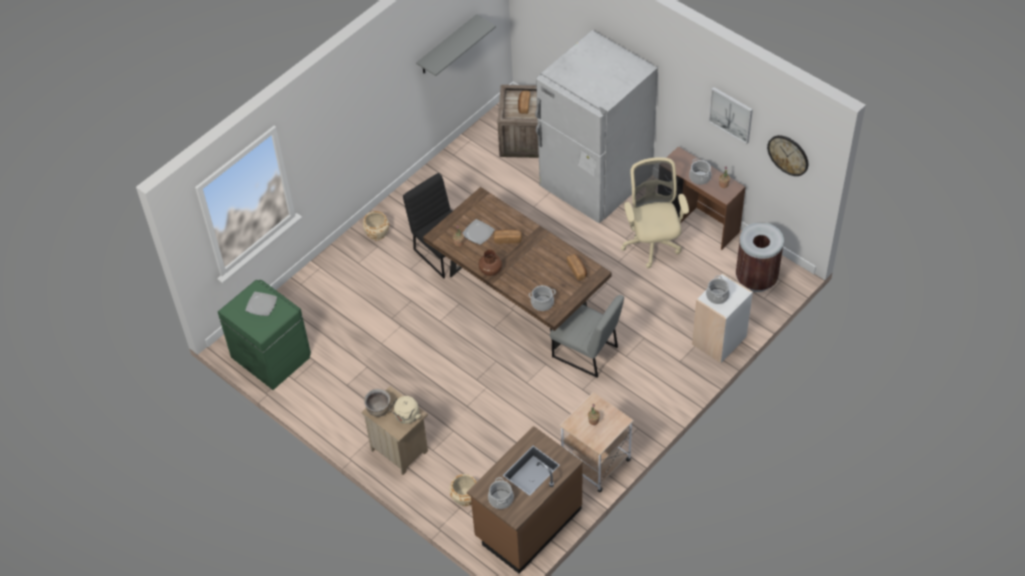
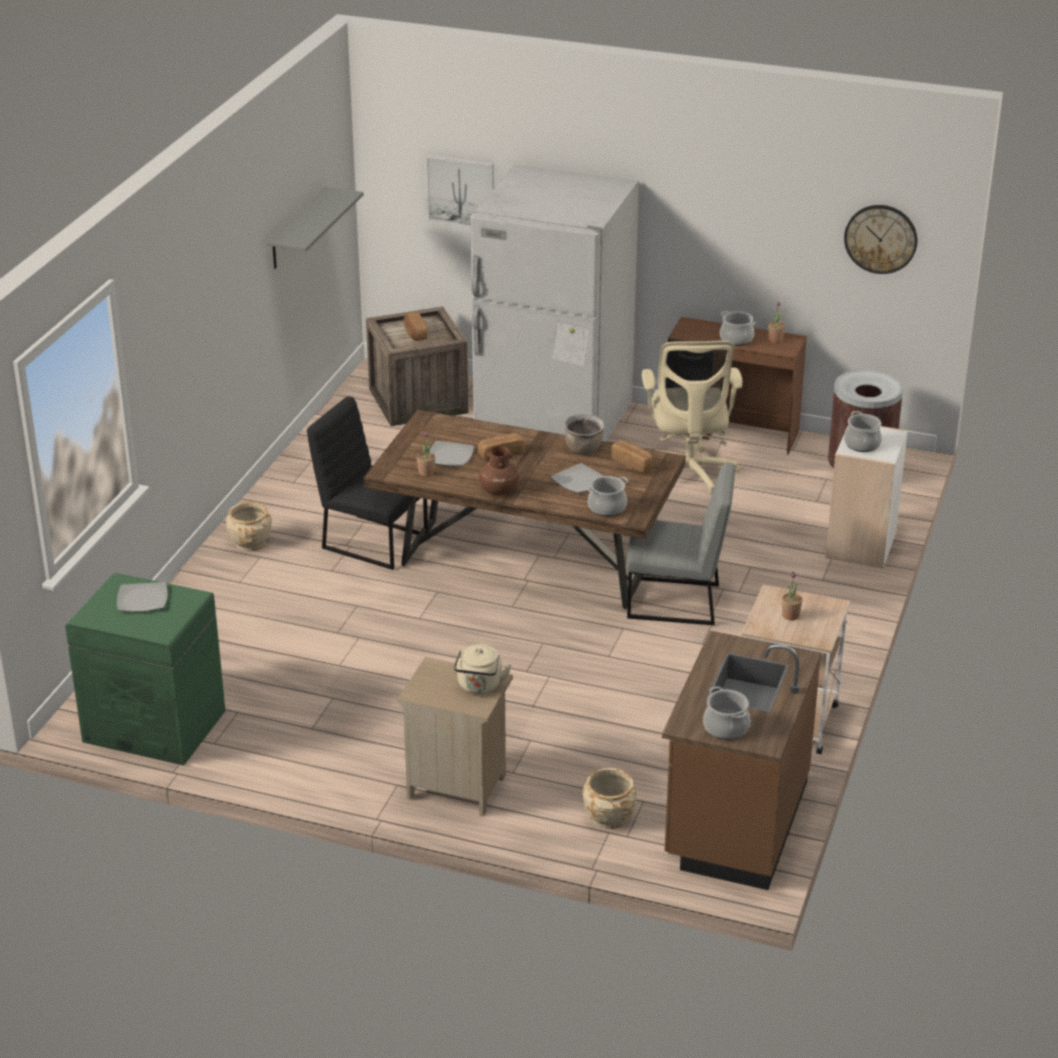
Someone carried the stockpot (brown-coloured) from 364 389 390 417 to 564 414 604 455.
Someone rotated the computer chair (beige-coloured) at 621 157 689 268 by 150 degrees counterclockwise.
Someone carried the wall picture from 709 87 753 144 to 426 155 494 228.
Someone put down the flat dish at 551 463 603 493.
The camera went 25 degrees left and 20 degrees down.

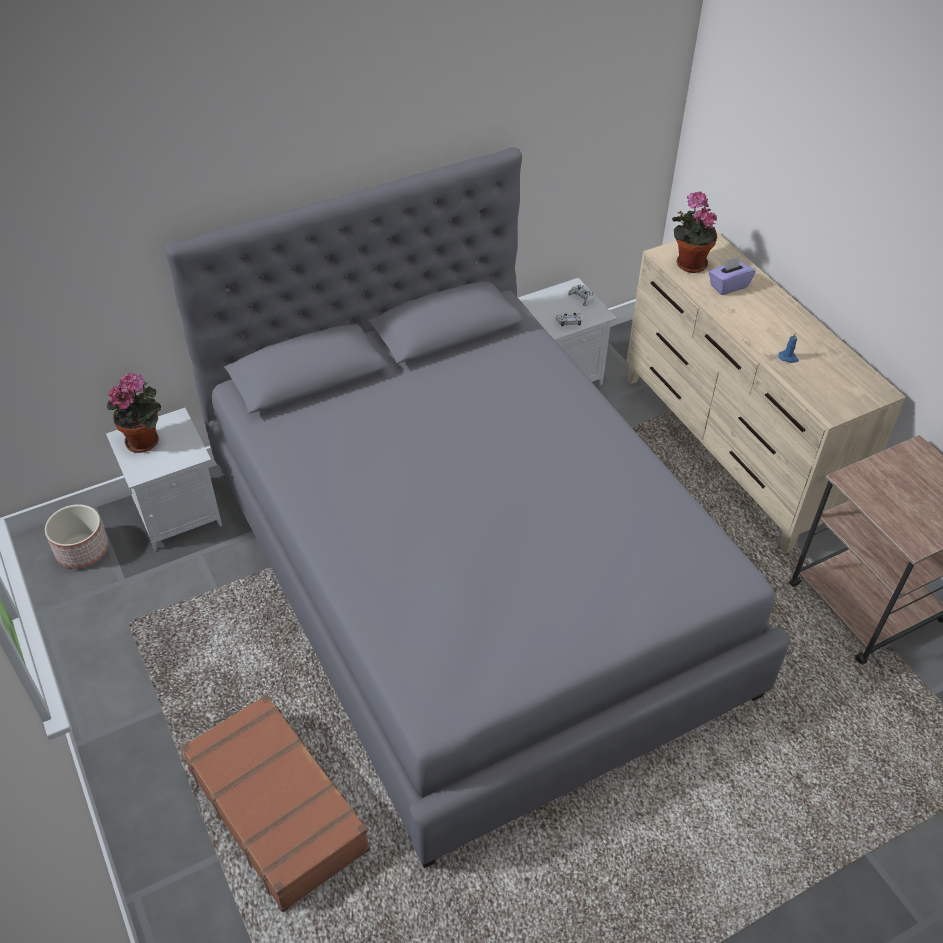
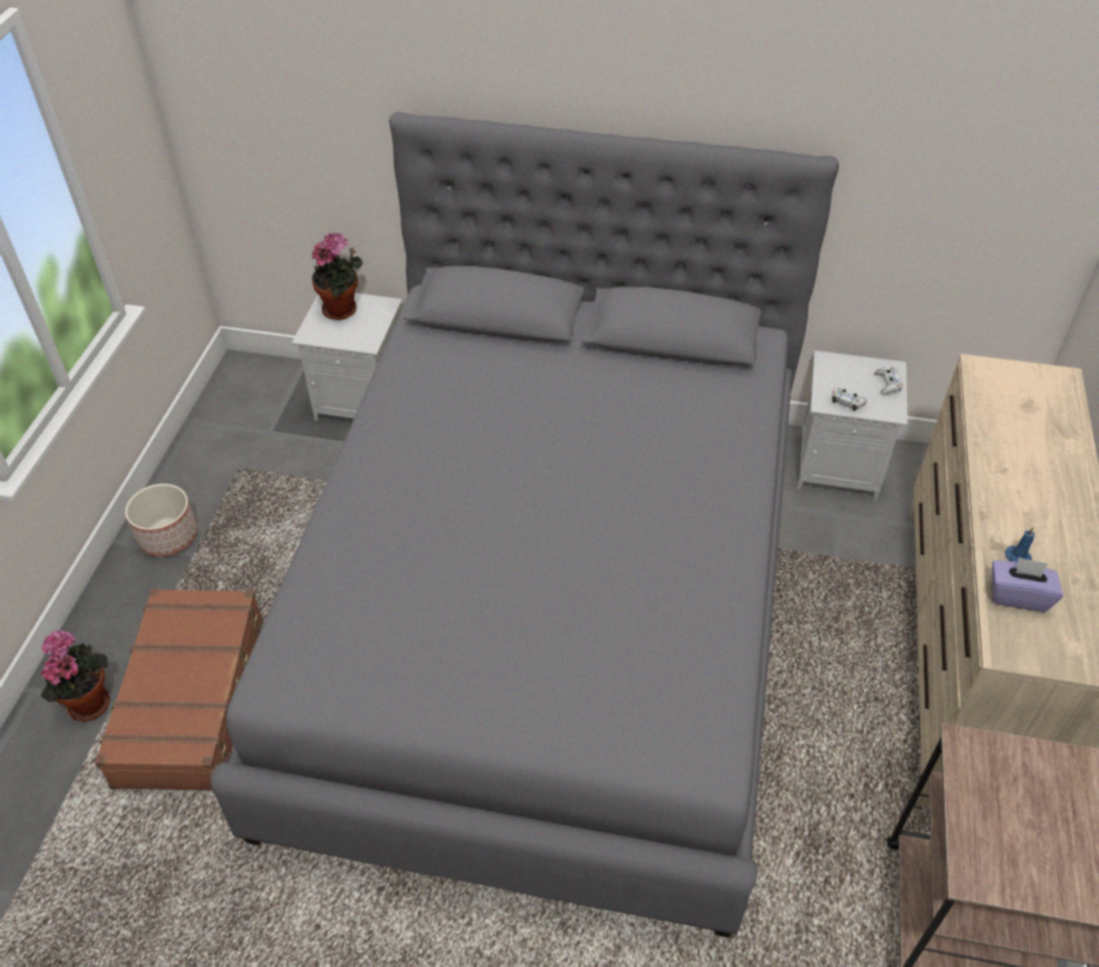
Someone carried the flower pot from 45 504 108 569 to 125 484 198 557.
Someone carried the plant in a pot from 672 192 717 273 to 41 630 110 722.
Someone carried the tissue holder (purplish) from 709 256 756 295 to 992 557 1063 612.
The camera went 40 degrees right and 0 degrees up.

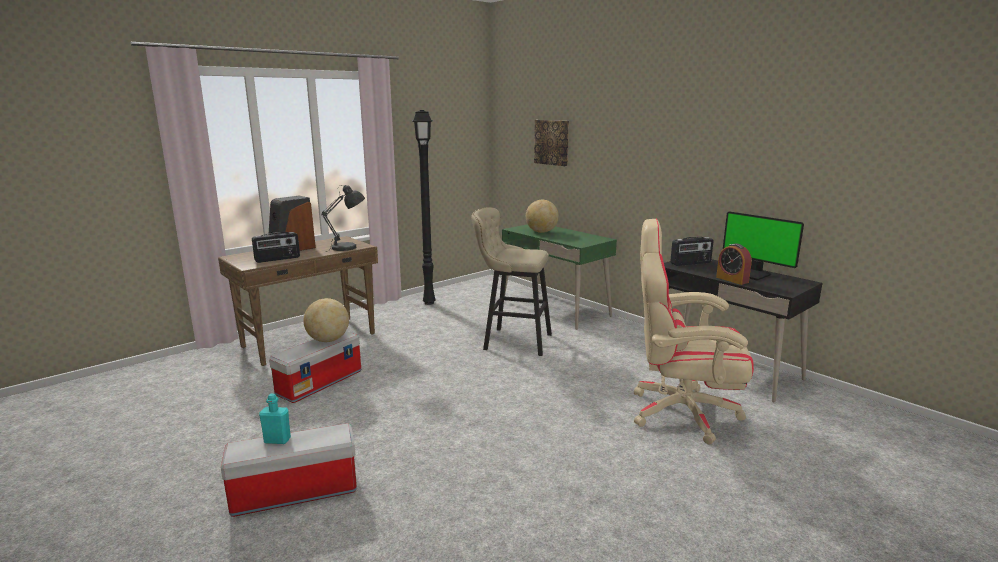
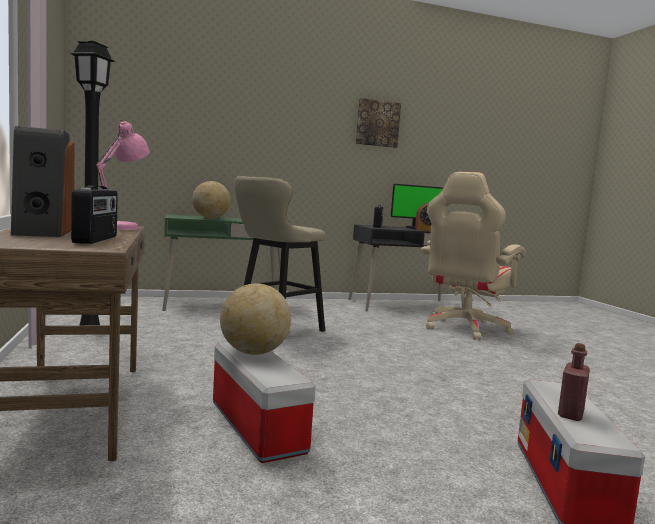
Someone repainted the bottle (turquoise) at 259 394 291 444, which became the bottle (reddish) at 558 343 590 421.
Someone repainted the lamp for a table (gray) at 321 185 365 252, which became the lamp for a table (pinkish) at 96 120 150 230.
Someone carried the wall picture from 534 120 569 166 to 356 98 401 148.
The camera went 65 degrees left and 10 degrees down.

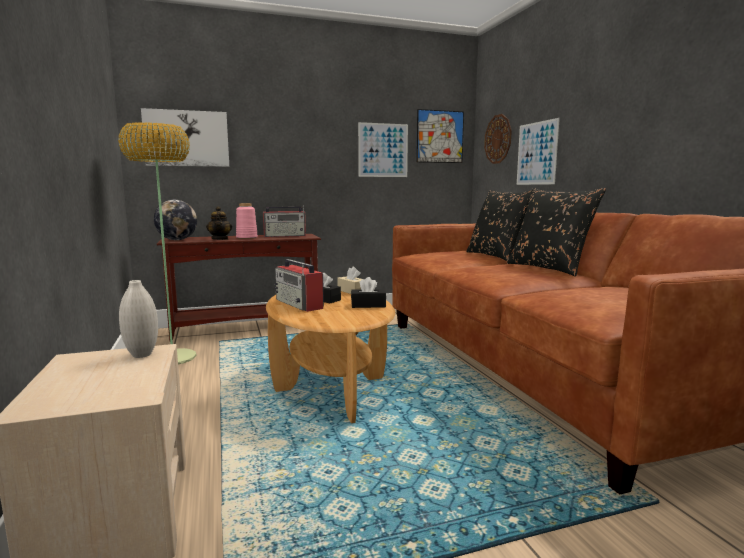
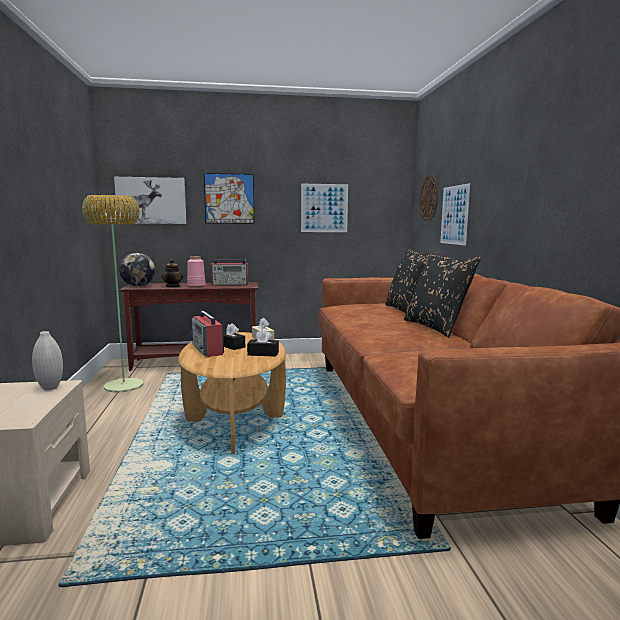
Someone carried the wall picture from 416 109 464 163 to 204 173 254 224.
The camera went 10 degrees right and 0 degrees up.

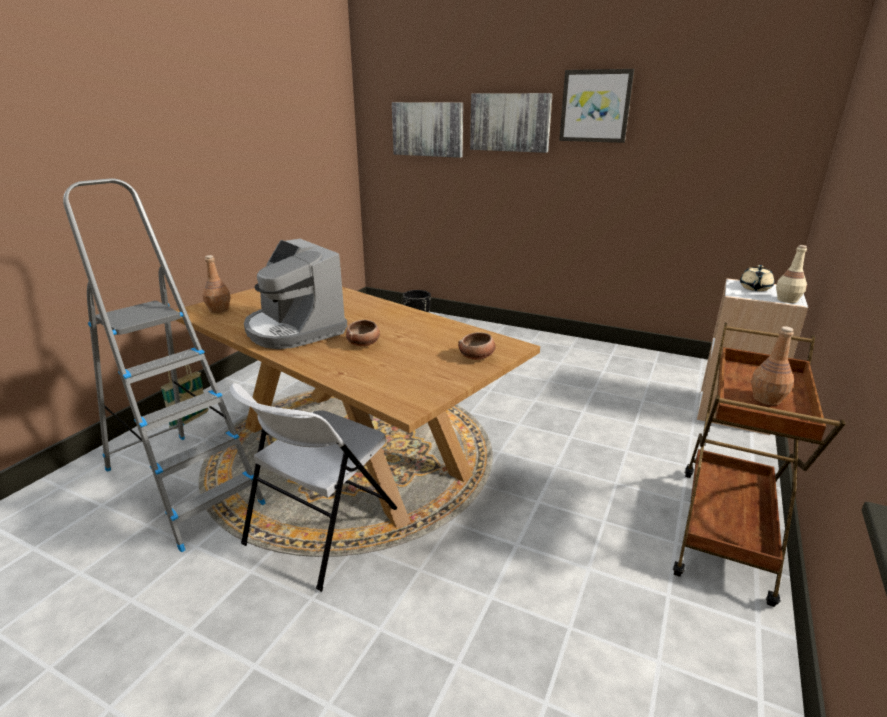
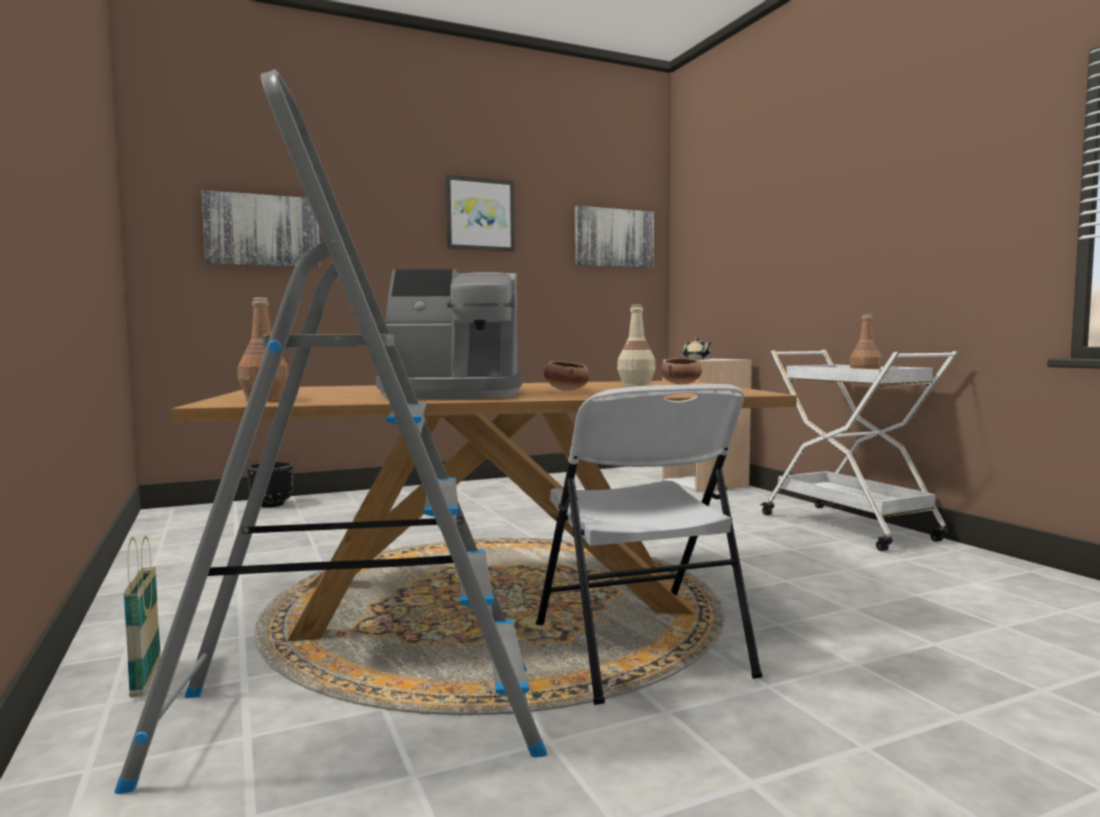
Someone carried the wall picture from 470 93 553 153 to 575 206 654 268.
Someone repainted the cart (brown-coloured) at 673 322 846 607, which became the cart (whitish) at 760 349 960 551.
Someone carried the bottle (beige-coloured) from 776 245 807 303 to 617 305 656 387.
The camera went 50 degrees left and 20 degrees down.

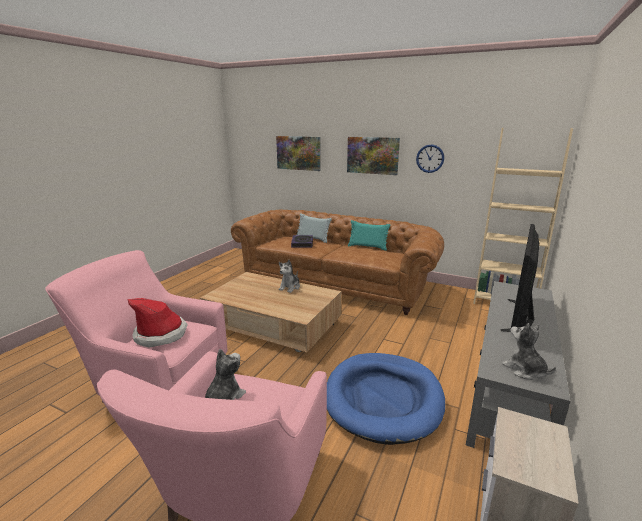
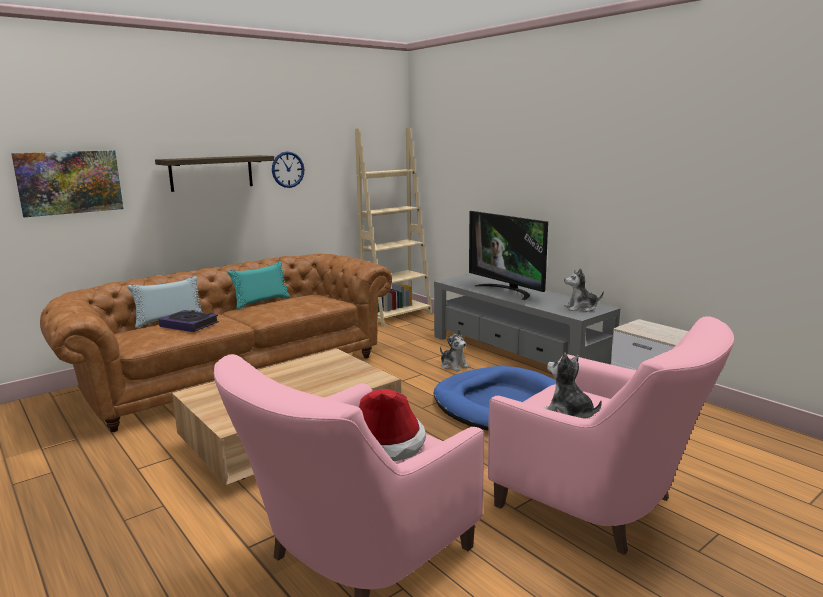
Someone carried the cuddly toy from 279 260 300 293 to 440 329 469 372.
Someone swapped the wall picture at 347 137 400 175 for the wall shelf at 155 155 274 192.
The camera went 65 degrees left and 5 degrees down.

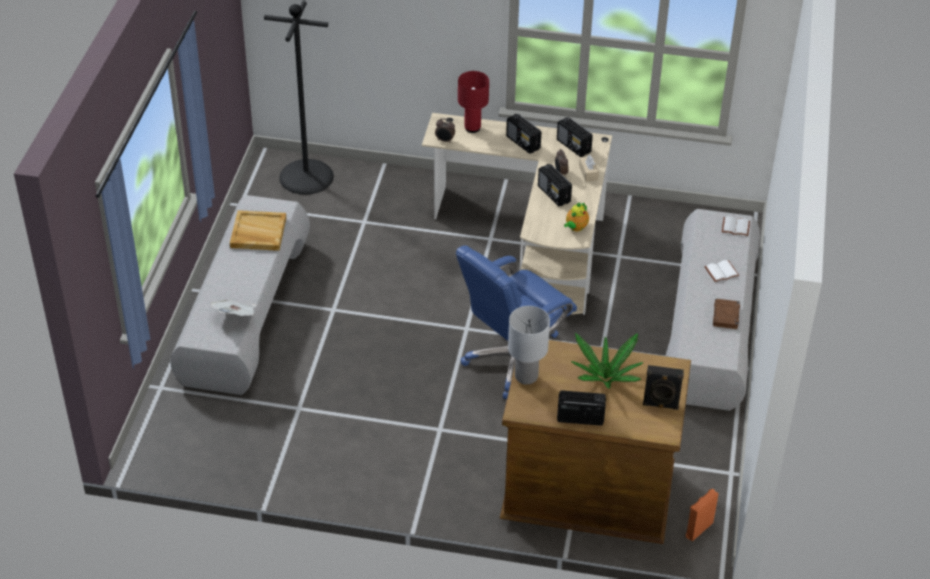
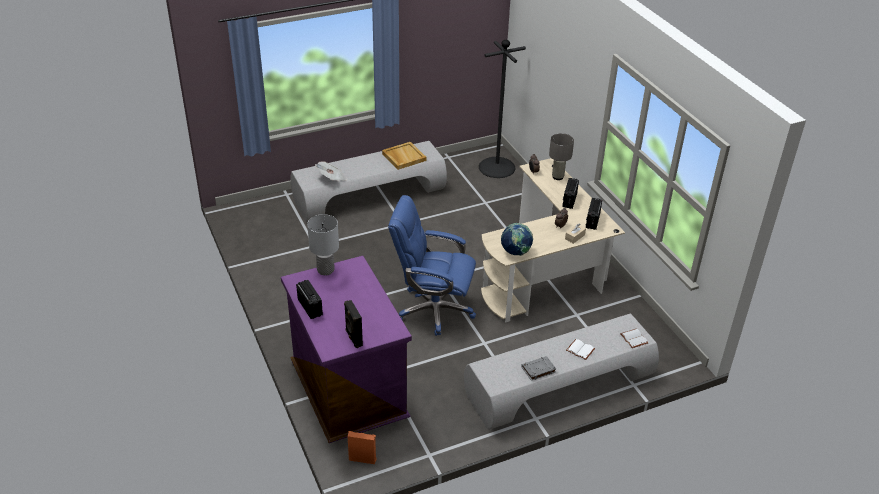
Someone repainted the lamp for a table (reddish) at 458 71 489 133, which became the lamp for a table (gray) at 549 133 574 180.
Someone repainted the dresser (brown-coloured) at 500 340 691 544, which became the dresser (purplish) at 281 256 412 443.
Someone took away the radio receiver at 538 164 572 206.
Someone swapped the tea pot at 564 202 589 231 for the globe at 501 223 533 256.
Someone took away the plant in a pot at 571 333 643 389.
Someone repainted the bound book (brown-coloured) at 713 299 740 329, which became the bound book (gray) at 521 356 556 381.
The camera went 55 degrees right and 5 degrees down.

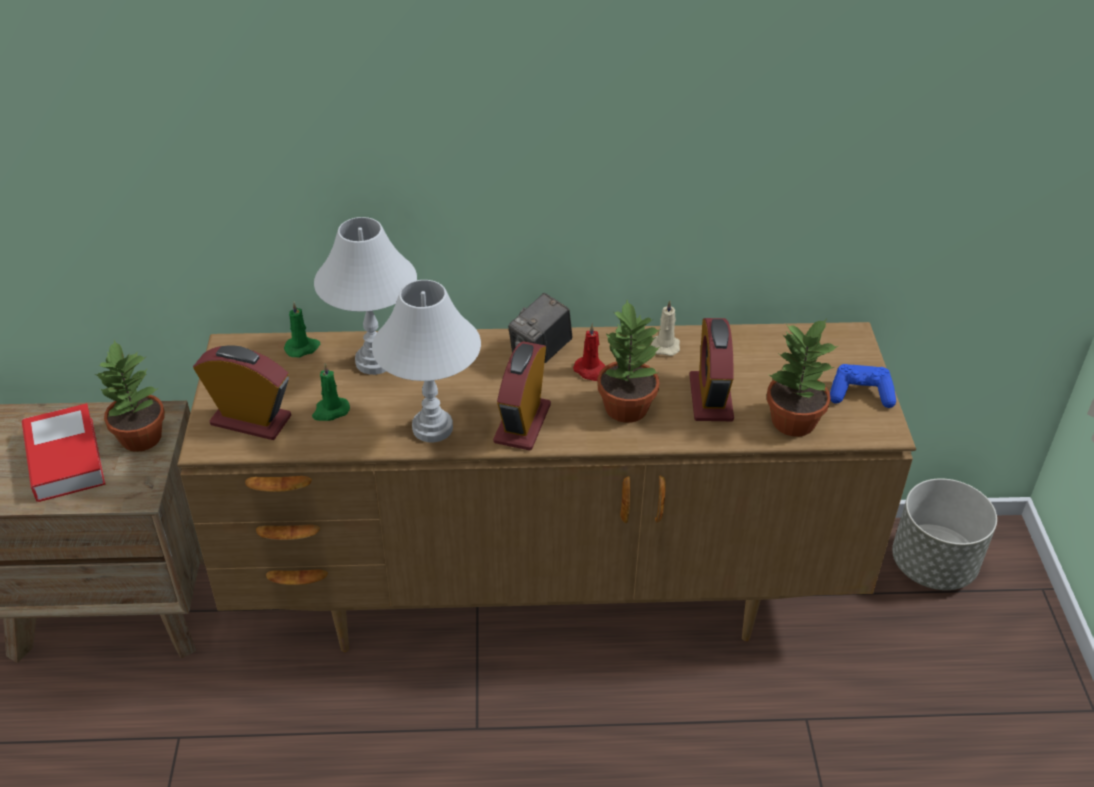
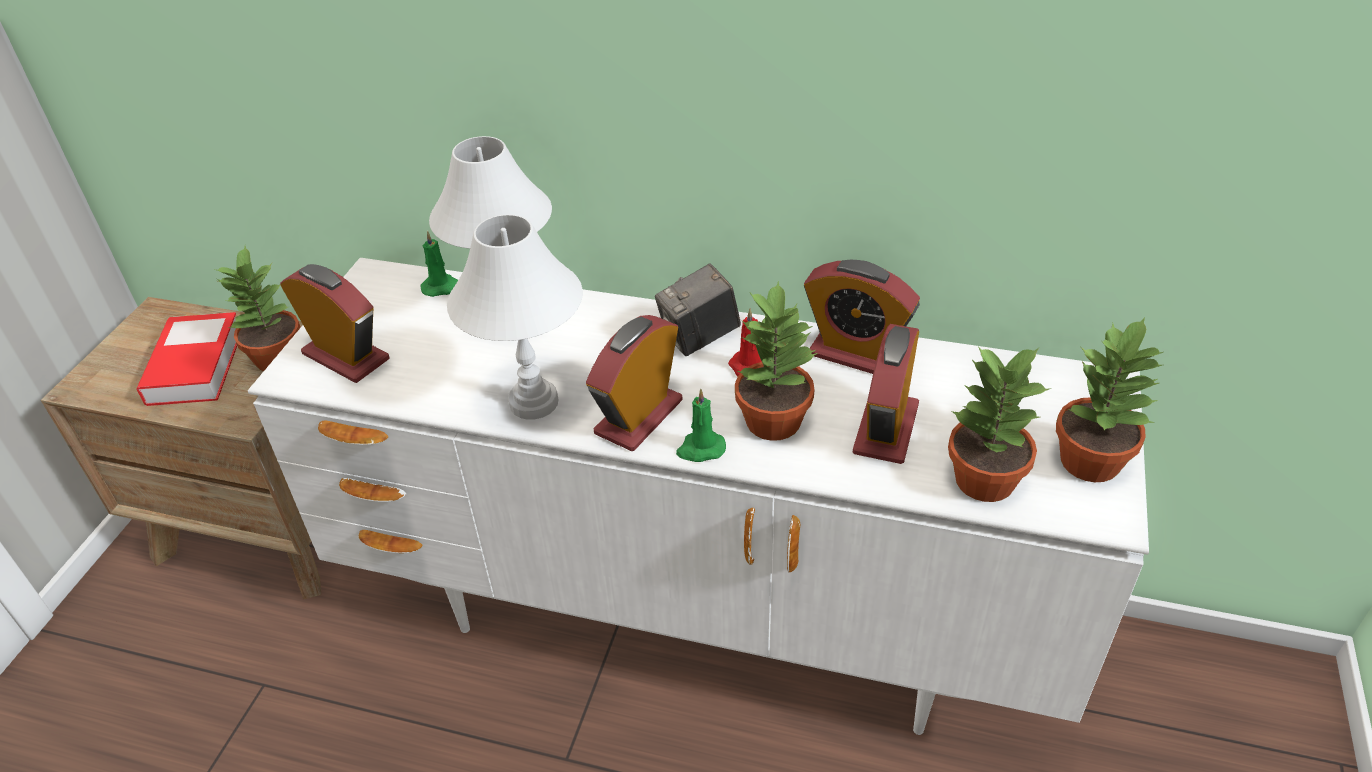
Someone repainted the dresser (brown-coloured) at 177 322 916 652, which became the dresser (whitish) at 248 258 1149 735.
Someone carried the wax candle (greenish) from 312 363 350 421 to 676 388 726 462.
Someone swapped the wax candle (beige-coloured) at 651 300 680 356 for the alarm clock at 804 260 920 374.
Someone swapped the game controller (bluish) at 830 364 896 408 for the plant in a pot at 1056 317 1163 482.
Someone took away the flower pot (gray) at 892 478 997 590.
The camera went 20 degrees right and 0 degrees up.

